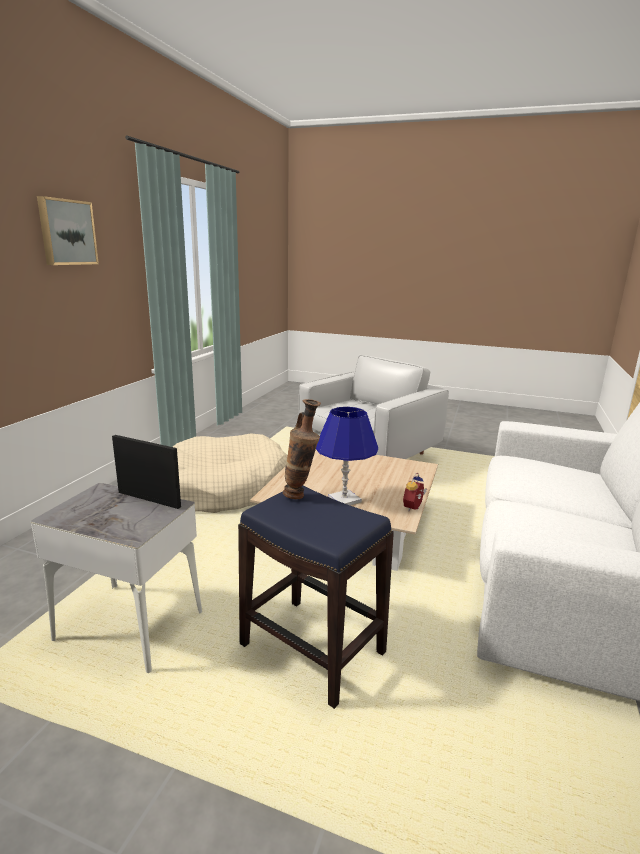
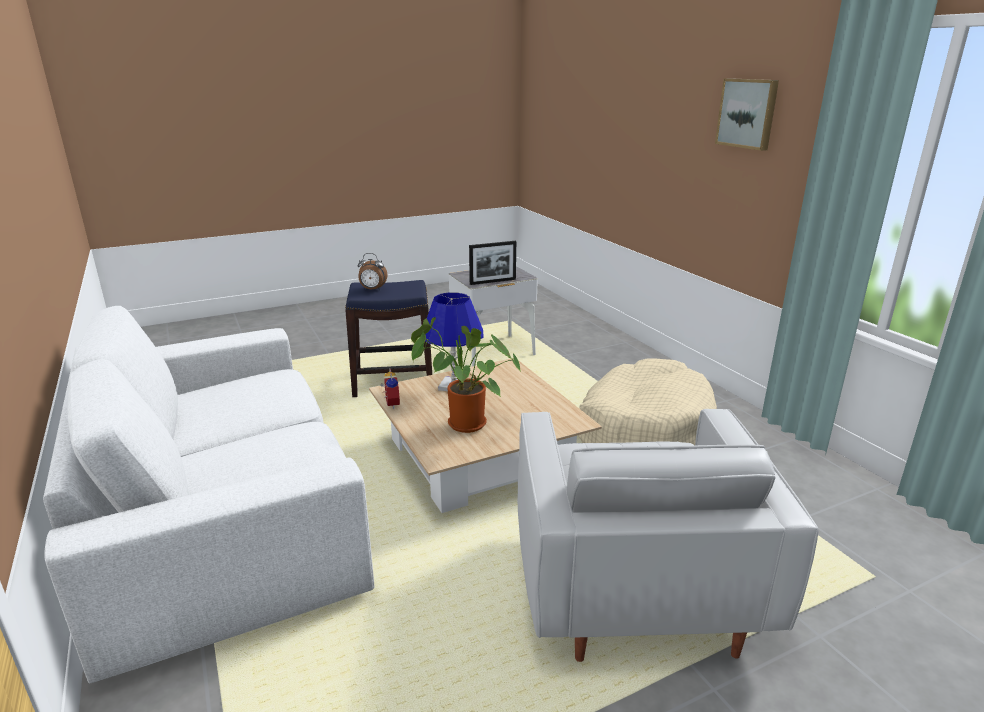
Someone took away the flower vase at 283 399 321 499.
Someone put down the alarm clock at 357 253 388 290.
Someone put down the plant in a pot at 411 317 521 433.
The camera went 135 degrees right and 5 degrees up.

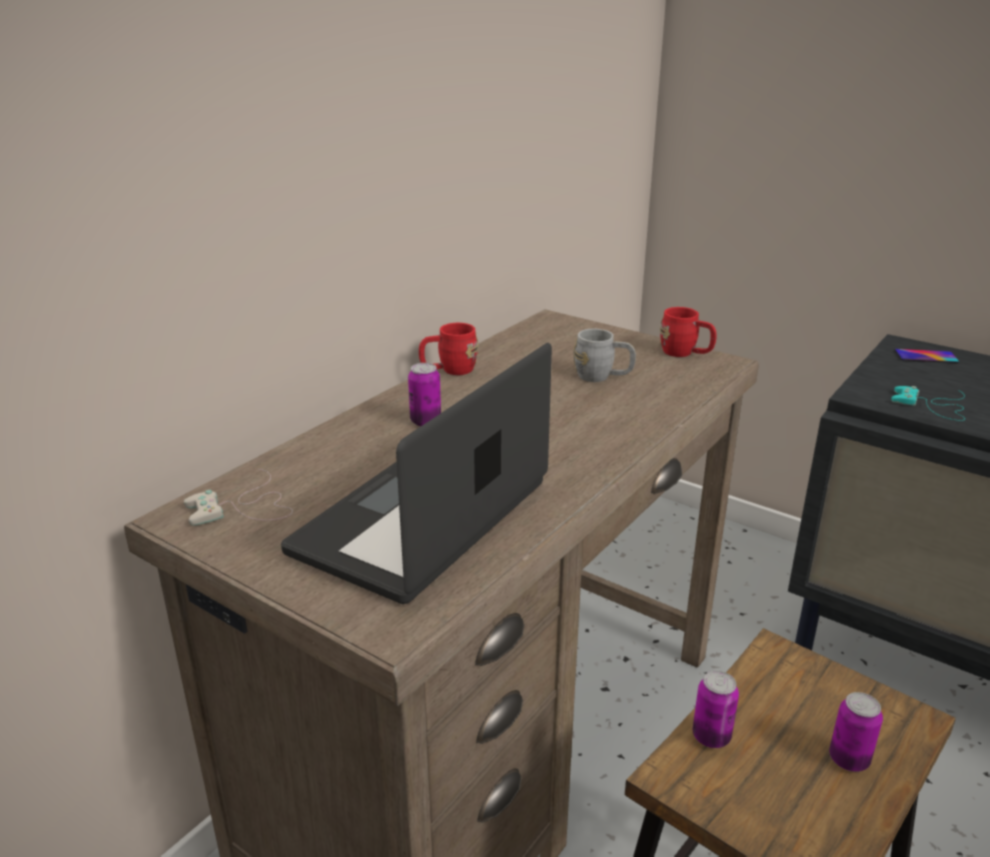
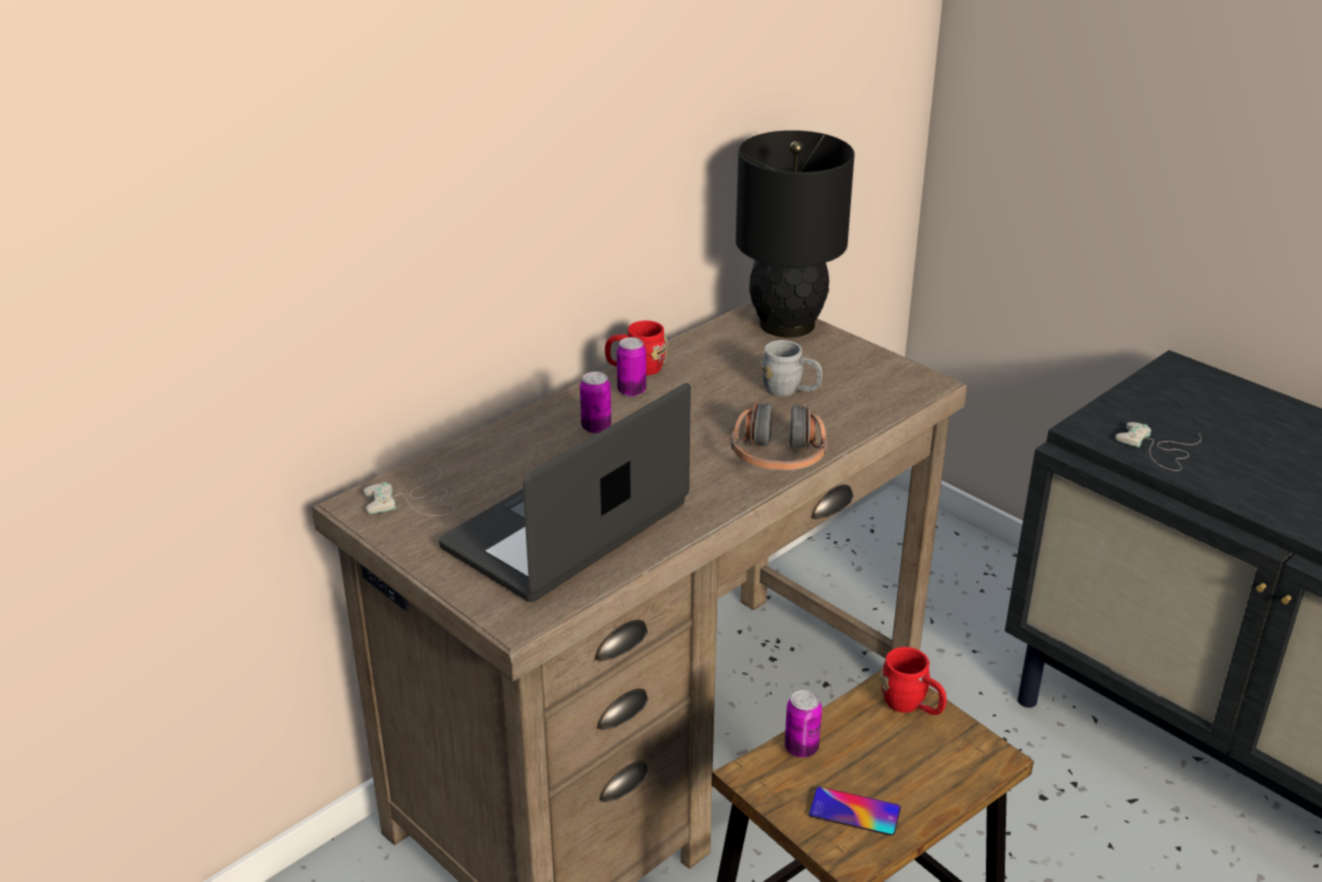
Someone carried the mug (reddish) from 660 307 717 357 to 880 647 947 715.
Someone carried the can from 829 692 883 772 to 617 337 646 397.
Someone repainted the game controller (turquoise) at 891 386 965 421, which became the game controller (whitish) at 1115 422 1201 471.
Someone carried the handset from 894 349 959 363 to 809 787 901 836.
Someone put down the pair of headphones at 731 401 828 470.
Someone put down the lamp for a table (black-coloured) at 736 130 855 338.
The camera went 10 degrees right and 5 degrees up.

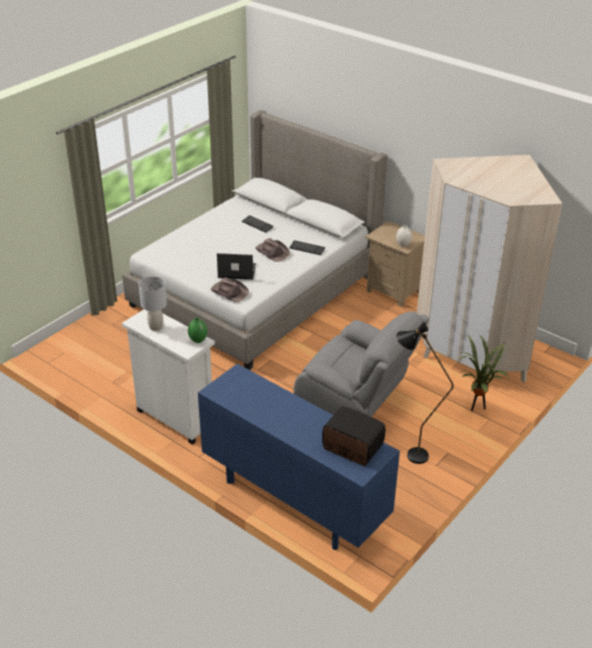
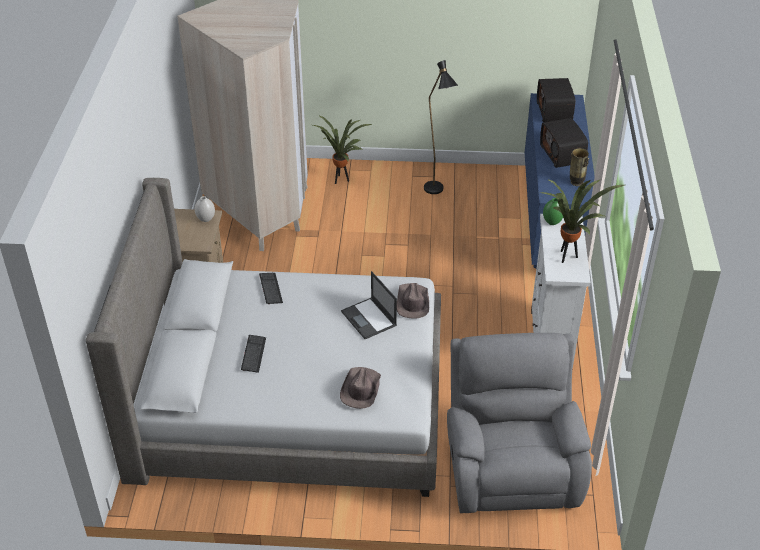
Someone swapped the lamp for a table (gray) at 139 276 167 331 for the plant in a pot at 541 179 624 263.
Someone carried the wearable hat (brown-coloured) from 255 238 290 262 to 340 367 381 409.
Someone carried the easy chair (gray) from 294 312 429 417 to 447 333 592 513.
Someone put down the radio receiver at 540 118 588 168.
Someone put down the flower vase at 570 148 589 186.
The camera went 125 degrees left and 5 degrees up.

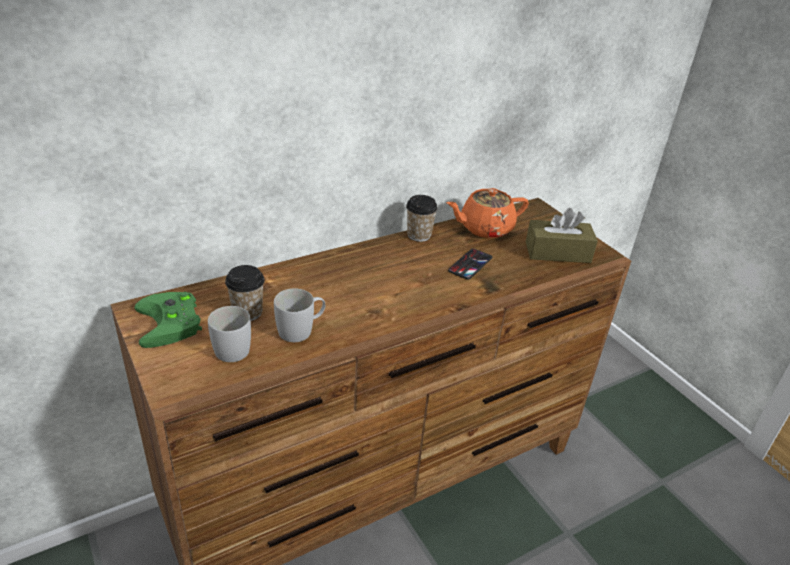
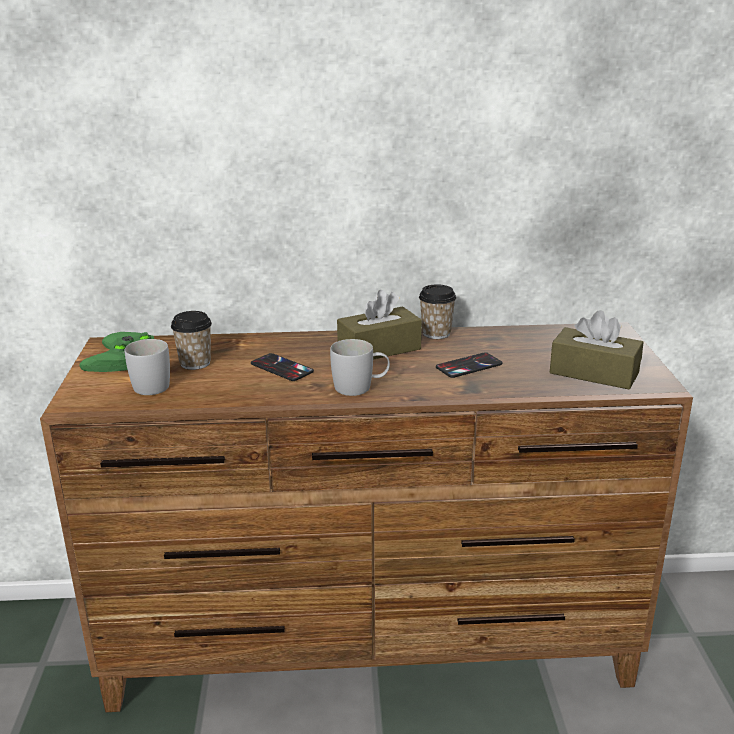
Someone carried the mug (whitish) from 274 288 325 342 to 330 339 390 396.
Someone took away the tea pot (orangey) at 447 188 529 238.
Someone put down the handset at 251 353 314 381.
Someone put down the tissue holder (brown-coloured) at 337 290 422 360.
The camera went 30 degrees right and 10 degrees down.

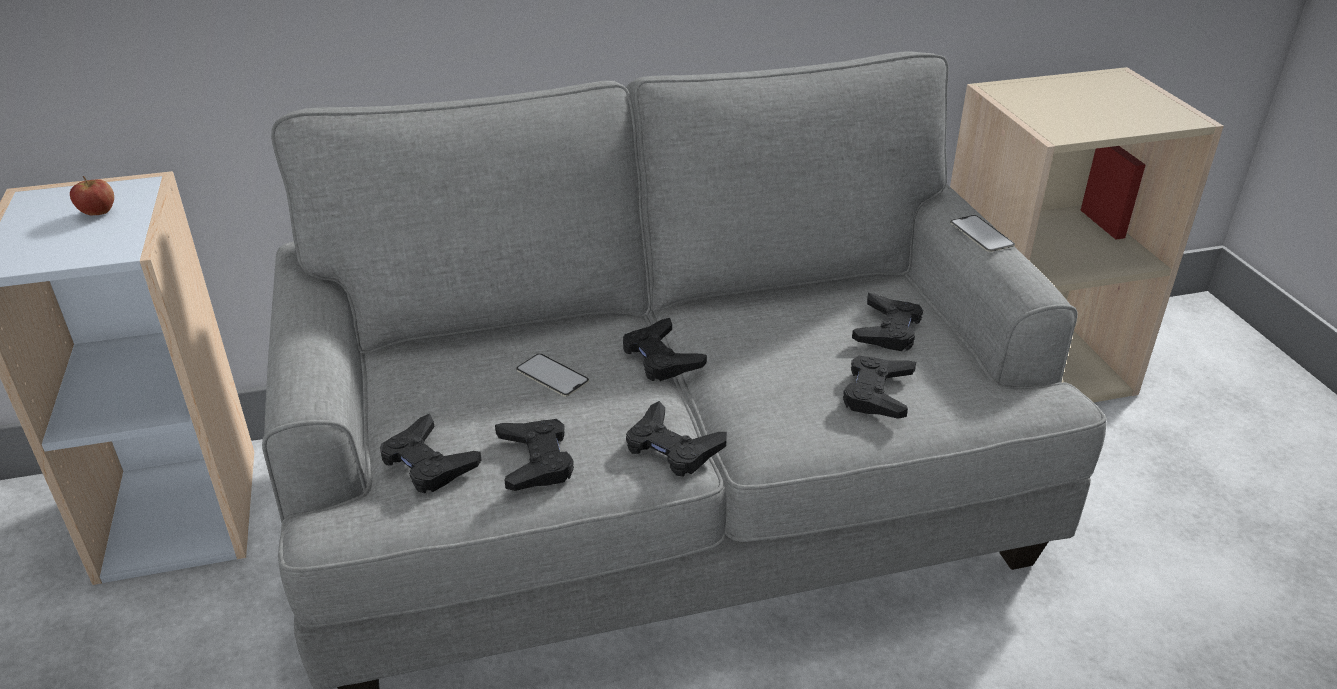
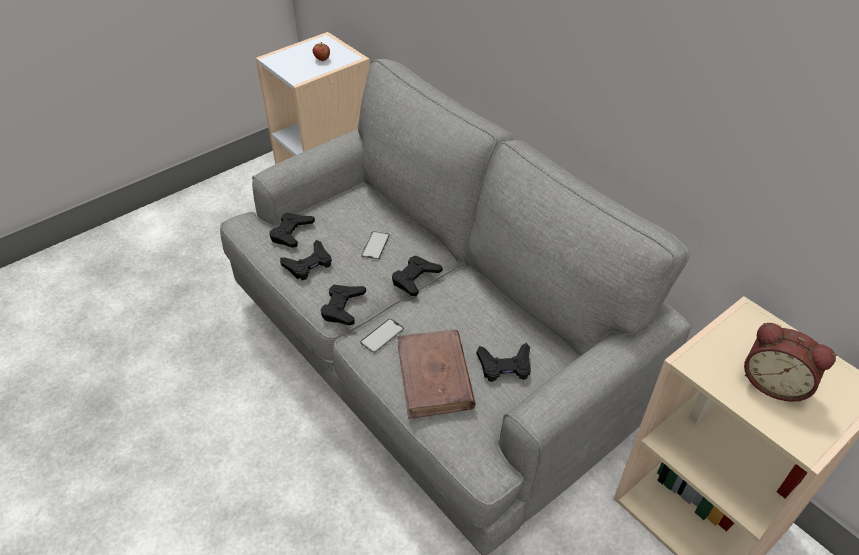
Someone swapped the game controller (black-coloured) at 843 355 916 419 for the bound book (brown-coloured) at 397 329 476 419.
Someone carried the handset from 950 215 1015 252 to 360 318 404 353.
Someone put down the alarm clock at 744 323 837 402.
The camera went 65 degrees right and 10 degrees up.

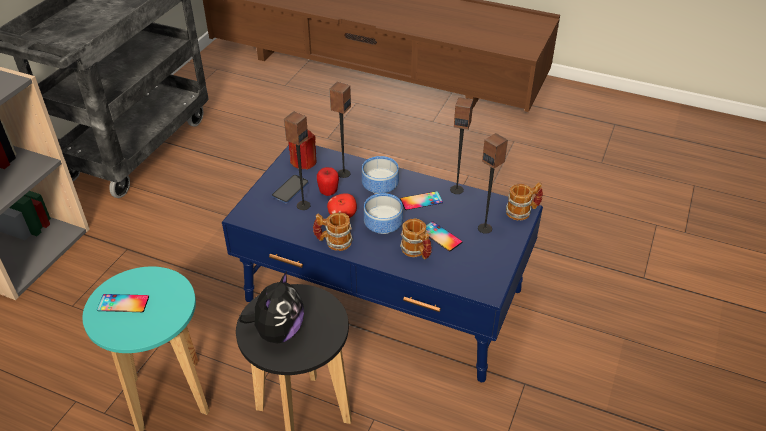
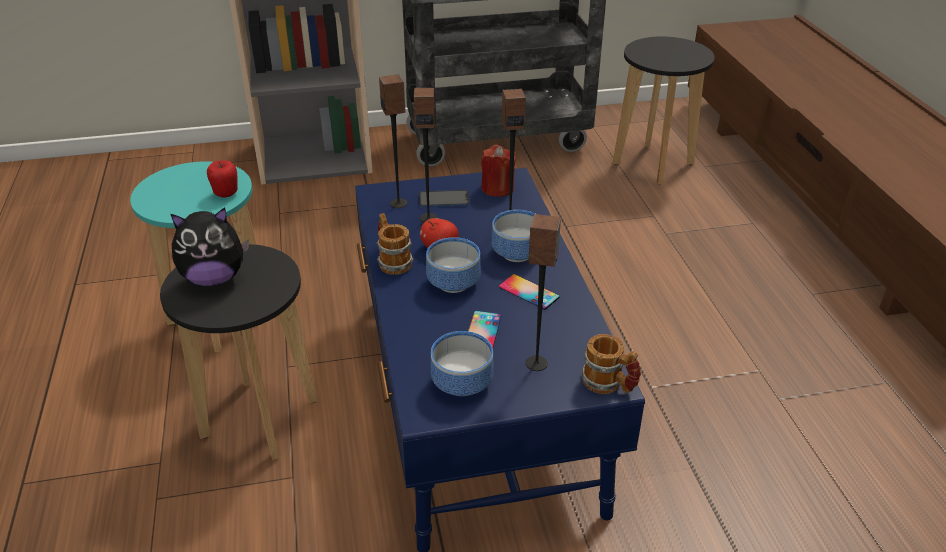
Someone took away the handset at 97 294 149 312.
Someone carried the whole apple from 317 167 339 196 to 207 160 238 198.
Someone took away the mug at 400 218 432 259.
Someone carried the speaker from 450 97 473 194 to 379 74 407 208.
Someone put down the deep dish at 431 331 494 396.
Someone put down the stool (black-coloured) at 613 36 715 185.
The camera went 55 degrees right and 5 degrees down.

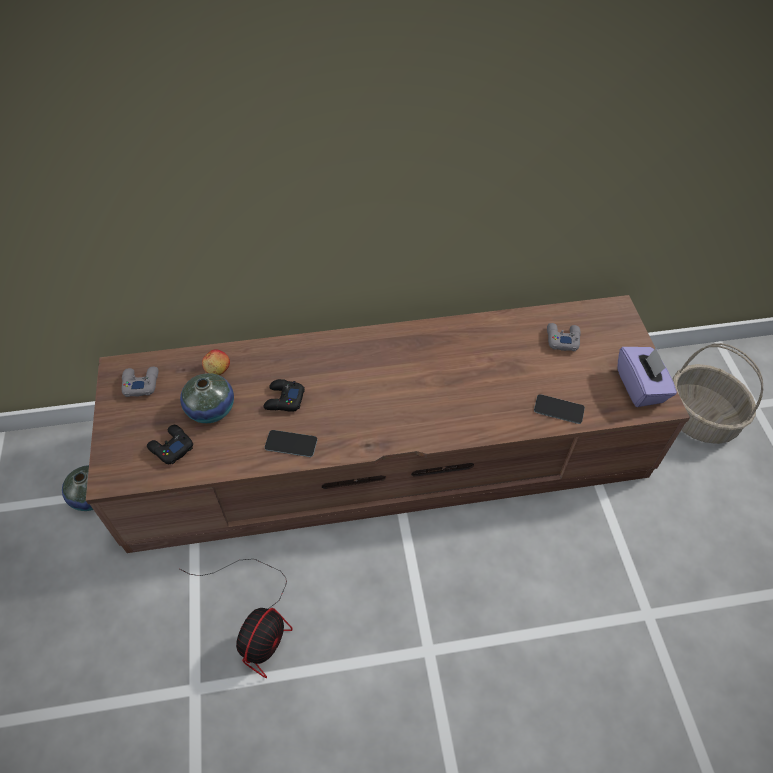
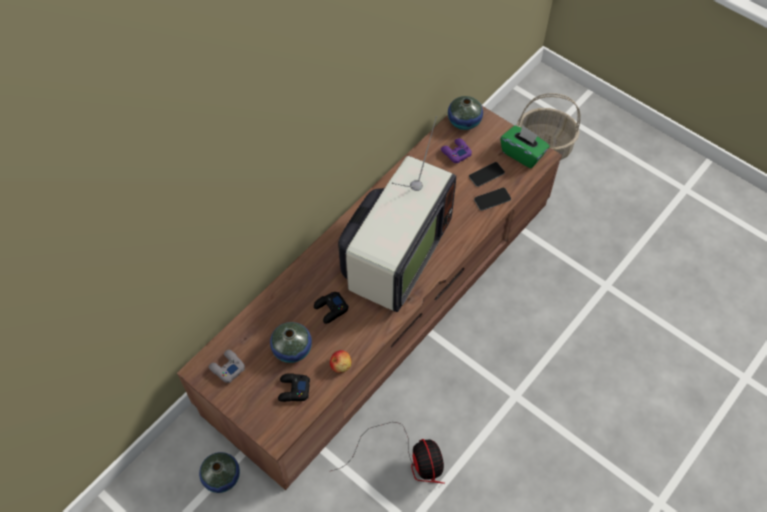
Someone carried the whole apple from 202 349 230 375 to 330 350 351 373.
Someone carried the handset from 265 430 317 457 to 469 162 505 187.
Someone repainted the game controller (gray) at 547 323 581 351, which became the game controller (purplish) at 441 138 472 164.
Someone repainted the tissue holder (purplish) at 617 347 677 407, which became the tissue holder (greenish) at 500 125 550 168.
Someone put down the TV at 338 116 456 312.
Someone put down the flower vase at 448 96 483 130.
The camera went 40 degrees left and 5 degrees up.

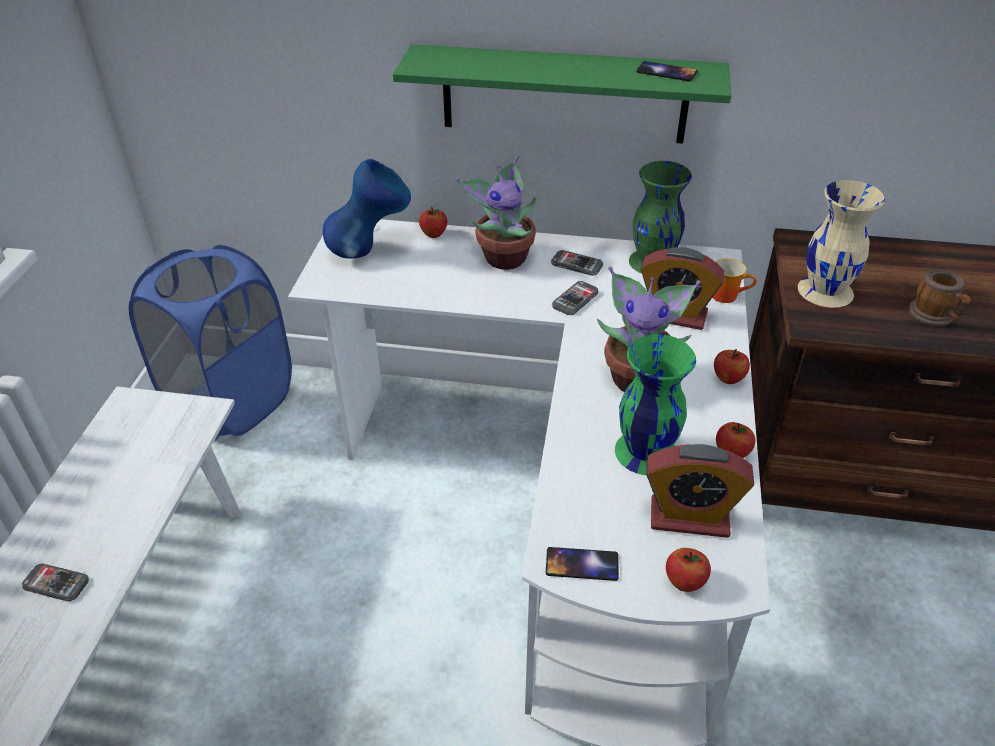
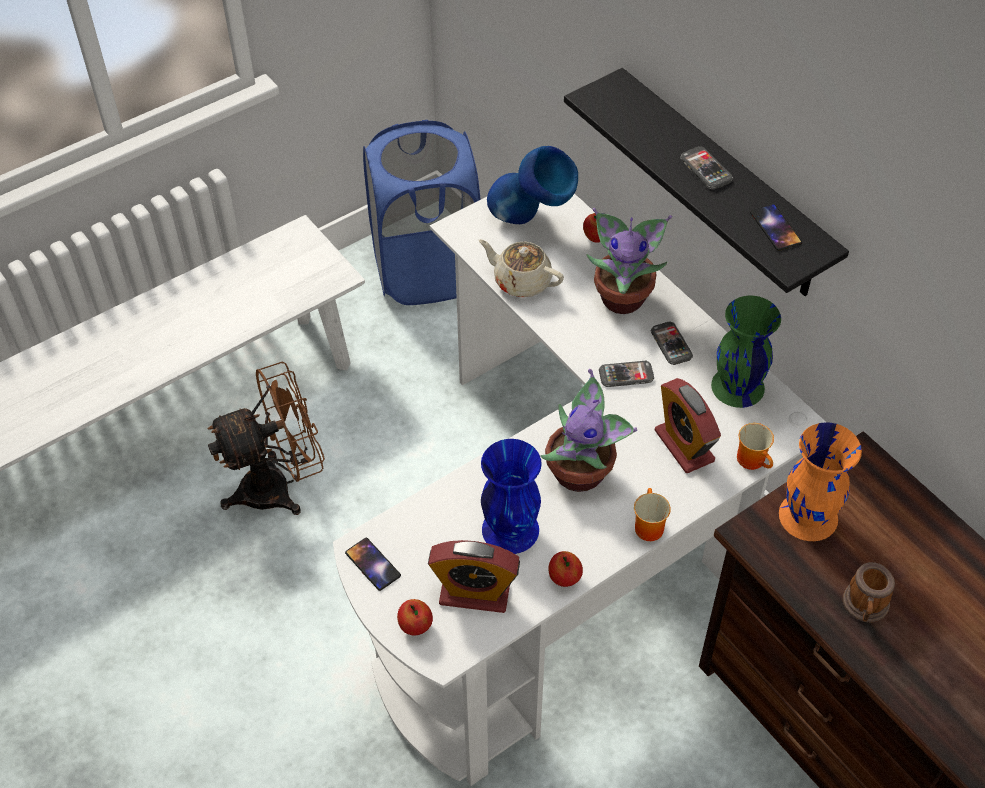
Someone carried the handset from 22 563 89 601 to 680 146 733 189.
Someone repainted the wall shelf (greenish) at 393 44 732 144, which became the wall shelf (black-coloured) at 564 68 849 296.
Someone repainted the flower vase (greenish) at 615 334 696 475, which became the flower vase (bluish) at 481 439 542 554.
Someone rotated the alarm clock at 646 444 754 538 by 45 degrees counterclockwise.
Someone swapped the whole apple at 714 349 750 384 for the mug at 634 488 671 541.
Someone repainted the flower vase (beige-coloured) at 798 180 885 308, which became the flower vase (orangey) at 779 422 862 541.
Someone put down the electric fan (brown-coloured) at 208 362 325 515.
Someone put down the tea pot (beige-coloured) at 479 239 564 297.
The camera went 45 degrees right and 10 degrees up.

